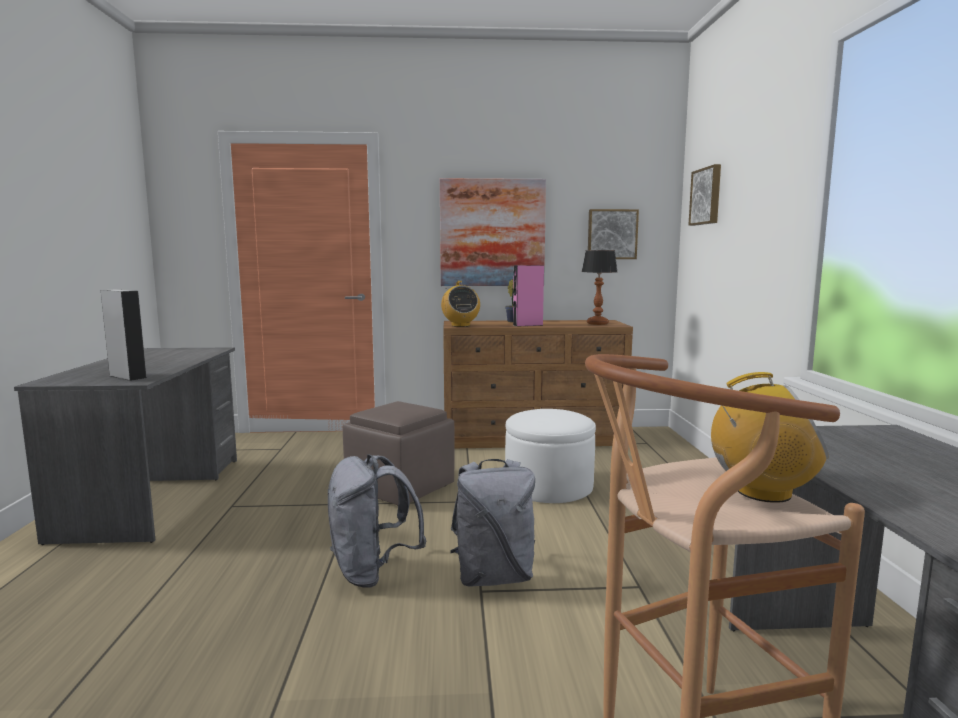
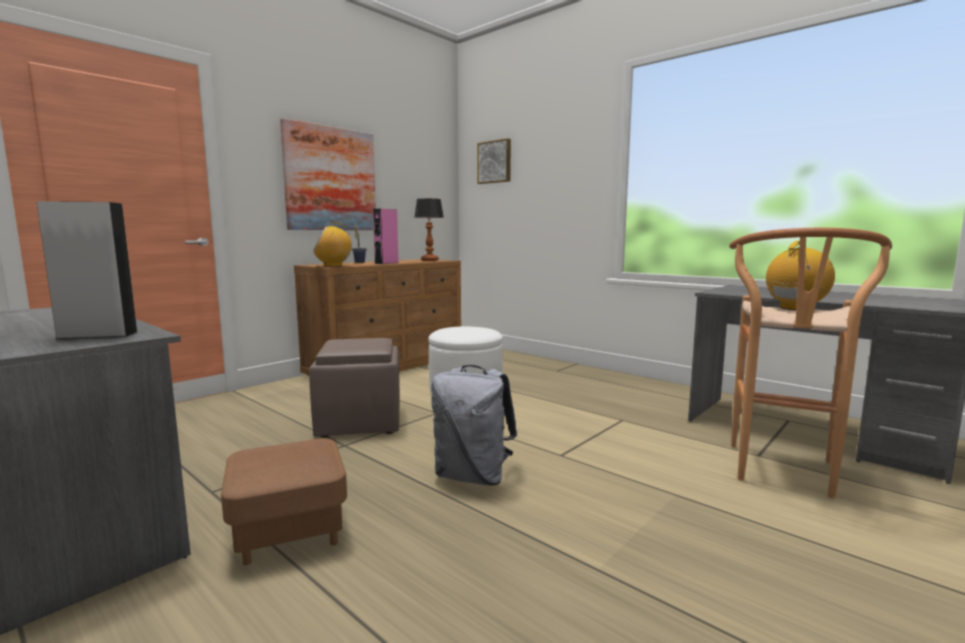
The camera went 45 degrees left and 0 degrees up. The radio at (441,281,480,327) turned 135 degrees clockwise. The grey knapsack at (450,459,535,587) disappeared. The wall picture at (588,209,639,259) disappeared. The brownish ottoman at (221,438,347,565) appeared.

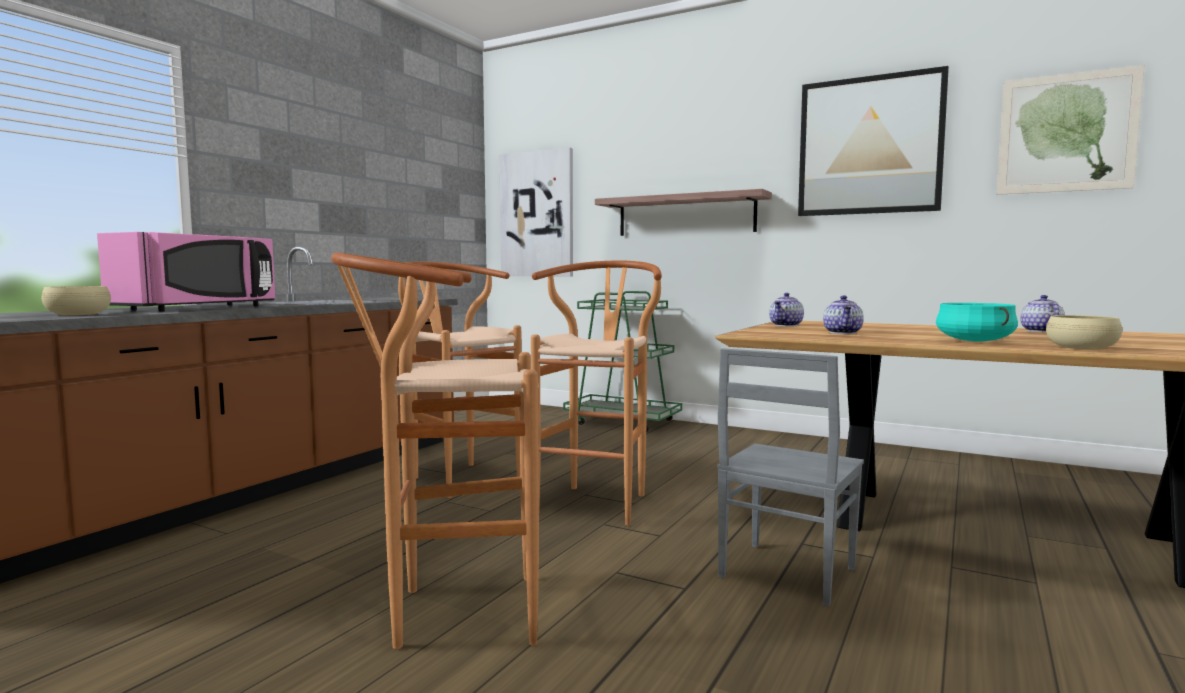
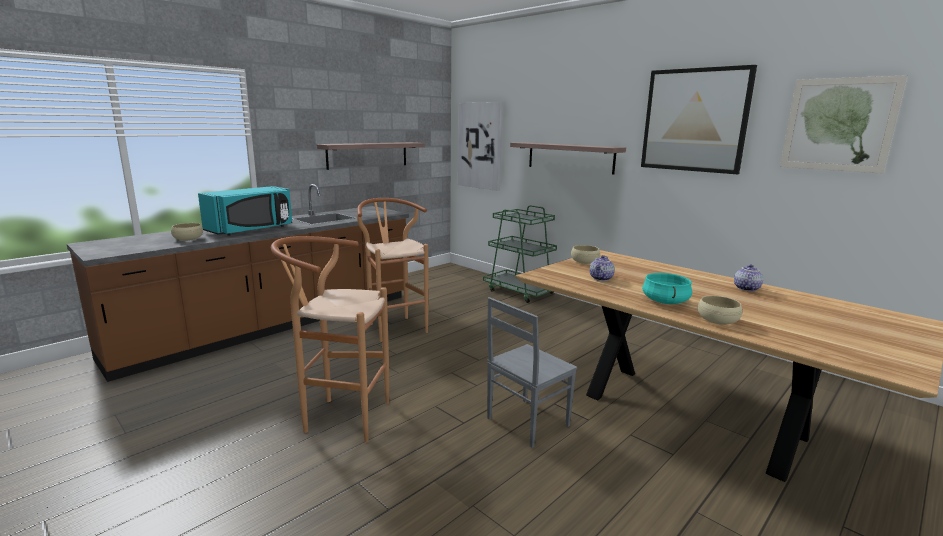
The camera went 15 degrees right and 10 degrees up. The pink-coloured microwave at (97,232,275,311) became the turquoise-coloured microwave at (198,186,292,235). The brownish stool at (531,260,662,526) disappeared. The teapot at (769,293,804,327) was replaced by the sand-coloured serving bowl at (571,245,600,264). The bracket shelf at (316,142,425,170) appeared.

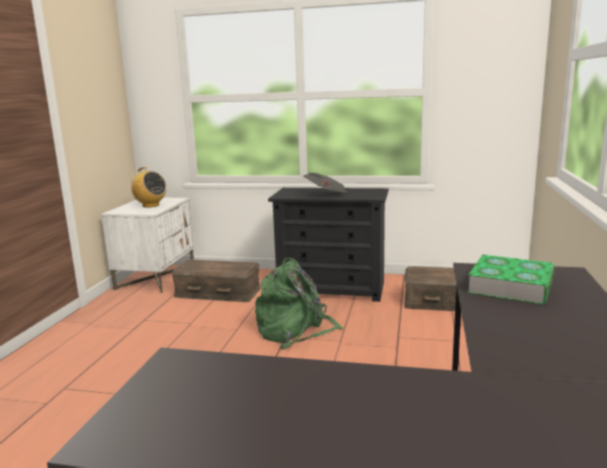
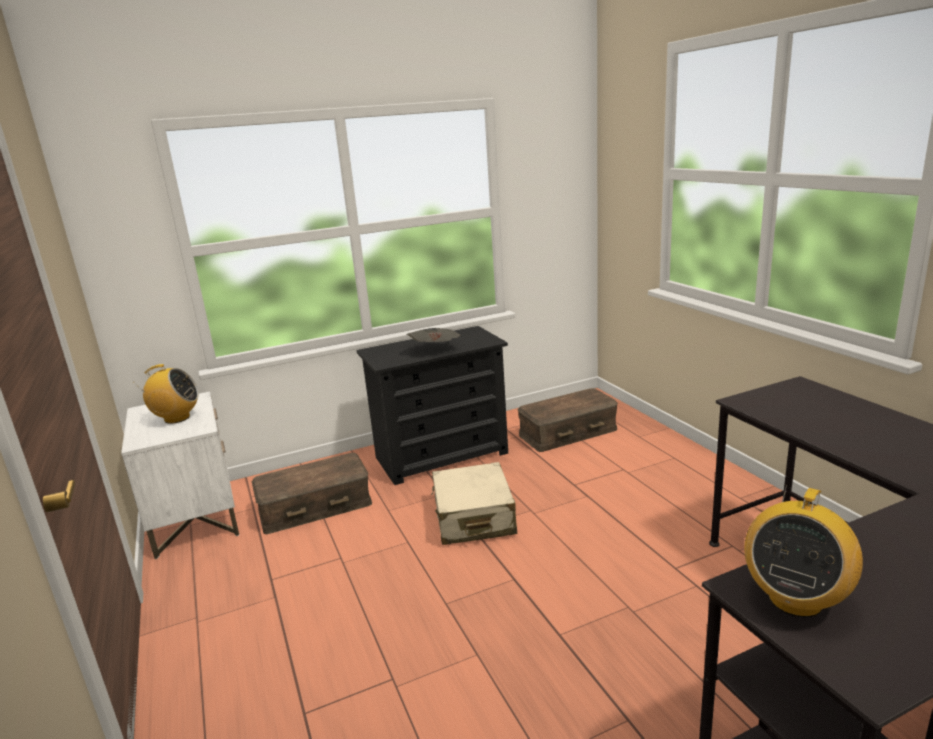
The camera went 35 degrees left and 5 degrees up. The greenish knapsack at (255,258,344,349) was replaced by the sand-coloured suitcase at (431,462,517,545). The book at (467,255,554,304) disappeared. The radio at (744,485,863,618) appeared.

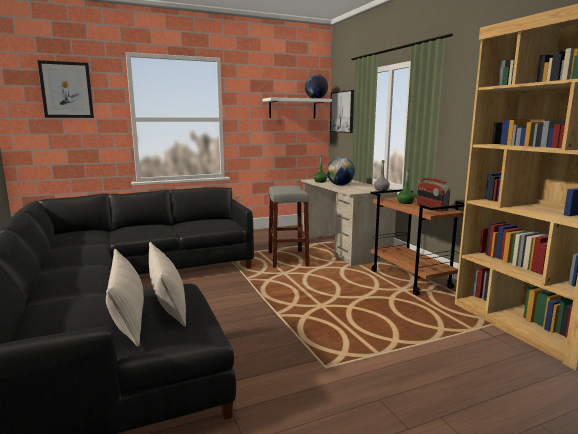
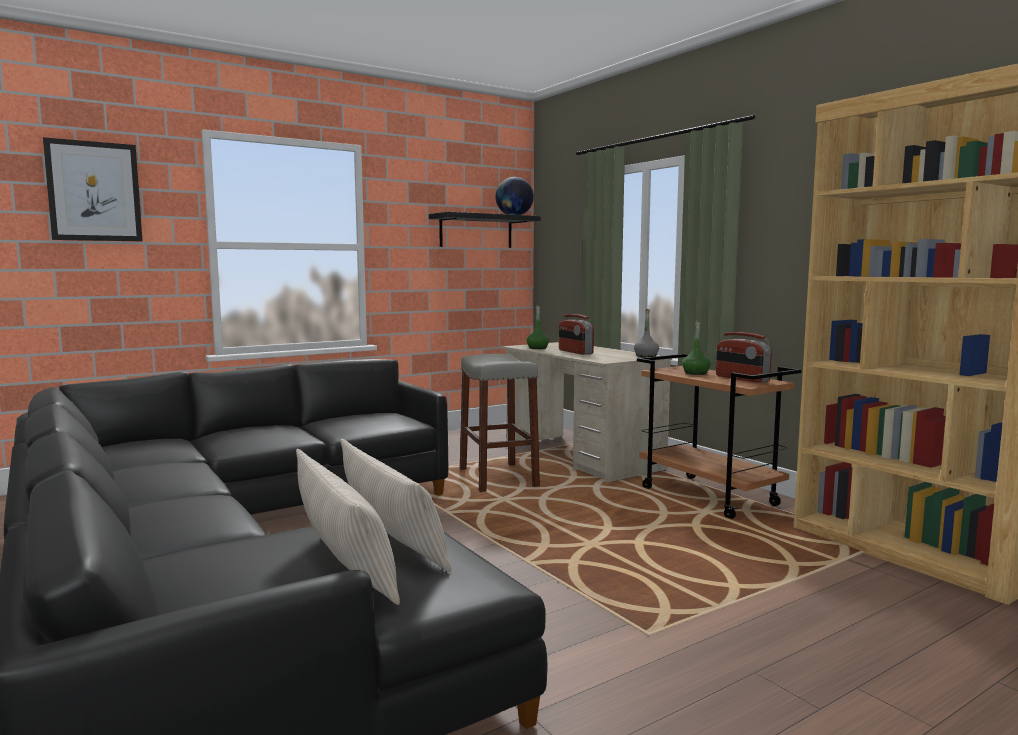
The camera went 10 degrees left and 5 degrees down. The whitish bracket shelf at (263,97,332,118) became the black-coloured bracket shelf at (429,212,541,248). The globe at (327,157,355,186) was replaced by the radio at (559,314,594,355). The wall picture at (330,90,354,133) disappeared.

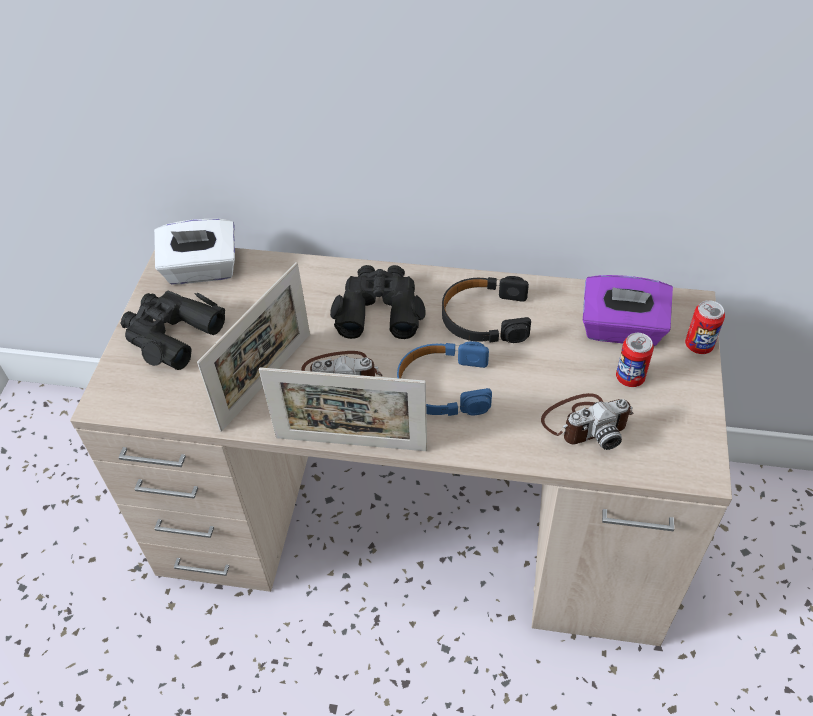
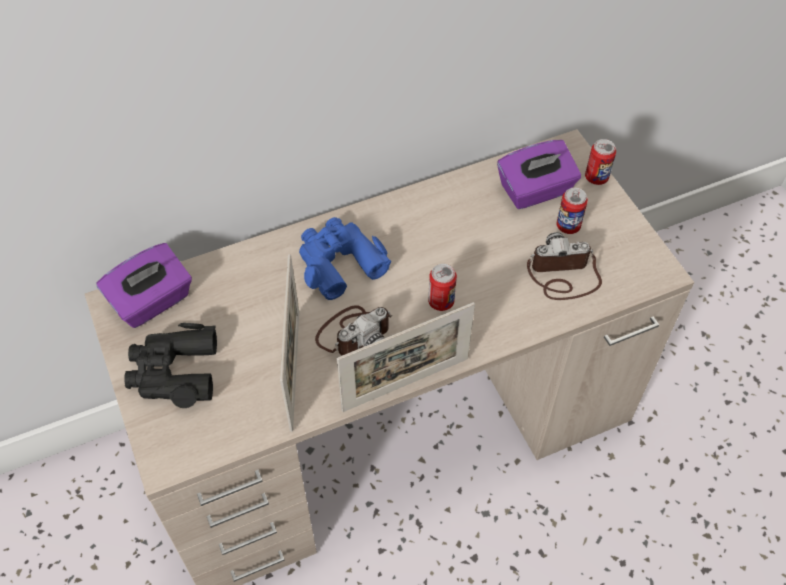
The camera went 35 degrees left and 5 degrees up. The whitish tissue box at (154,219,235,285) became the purple-coloured tissue box at (96,243,192,328). The black-coloured field glasses at (330,265,426,339) became the blue-coloured field glasses at (299,217,391,300). The blue-coloured headset at (397,341,492,416) was replaced by the can at (428,264,457,311). The black-coloured headset at (442,276,531,343) disappeared. The photo camera at (541,393,633,450) turned 135 degrees counterclockwise.

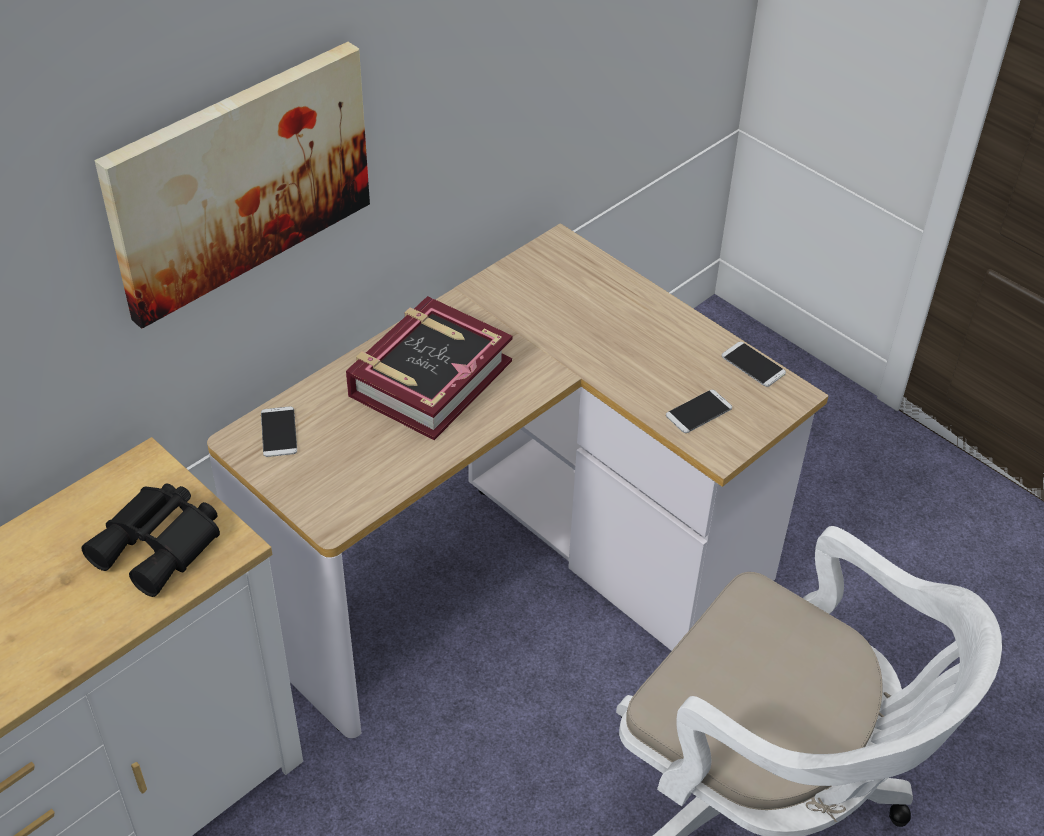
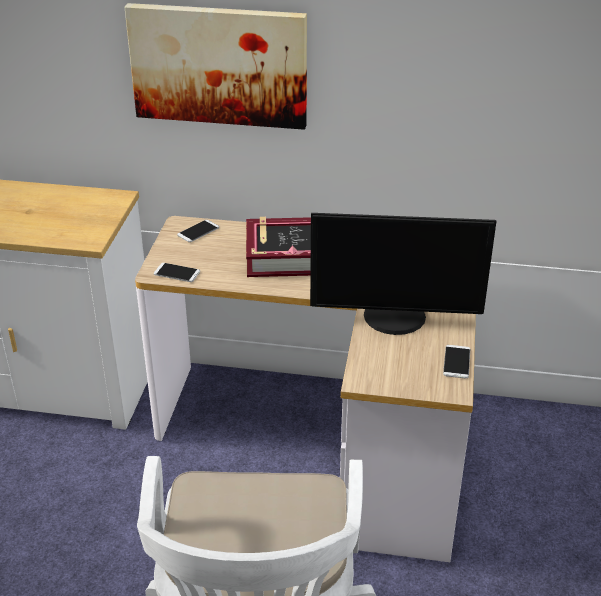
The camera went 55 degrees right and 10 degrees down. The black-coloured field glasses at (81,483,220,597) disappeared. The phone moved from (666,390,732,433) to (154,263,200,282). The computer display at (310,213,496,335) appeared.

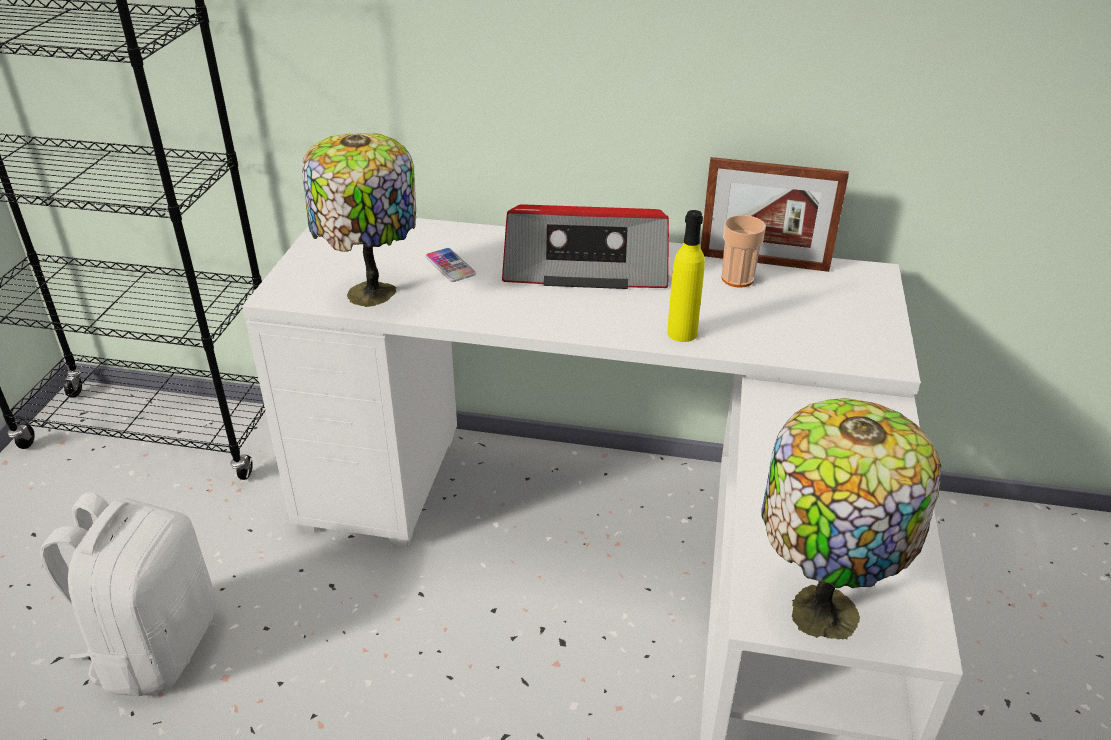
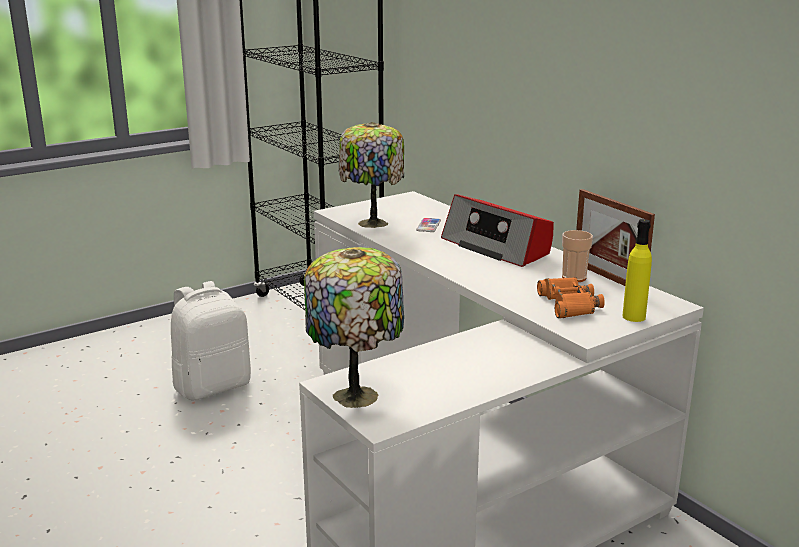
The camera went 45 degrees right and 15 degrees down. The yellow beverage bottle moved from (667,210,705,342) to (622,219,652,322). The orange-coloured field glasses at (537,277,605,318) appeared.

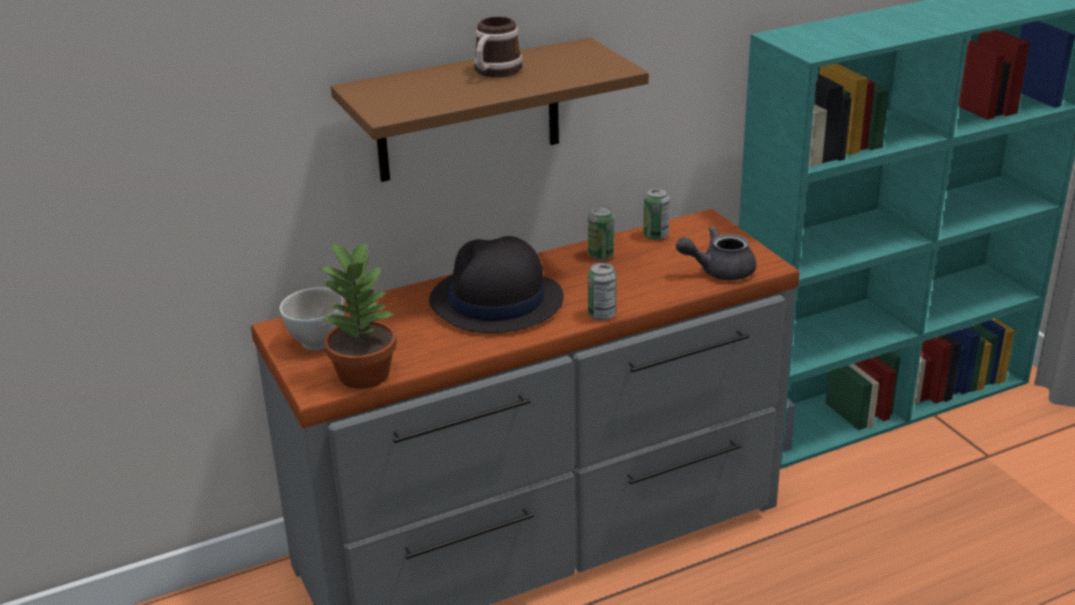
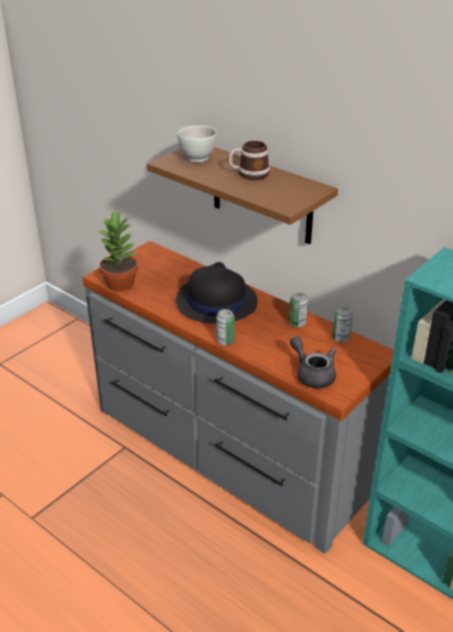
The camera went 65 degrees right and 5 degrees up. The whitish serving bowl moved from (280,287,345,350) to (177,125,217,162).

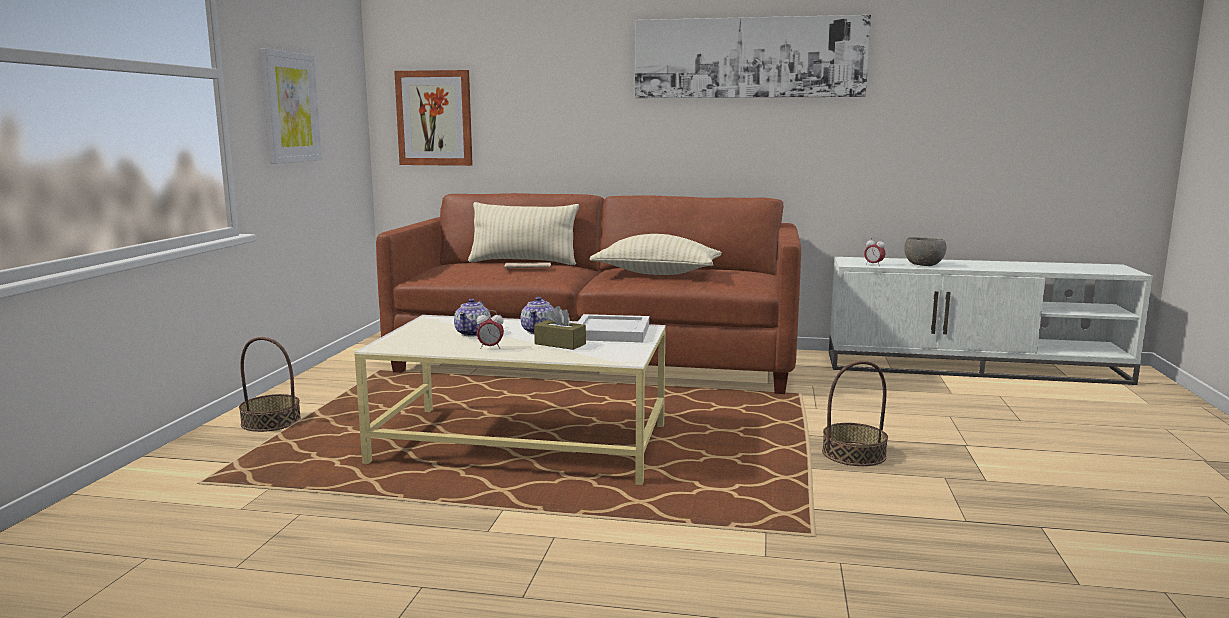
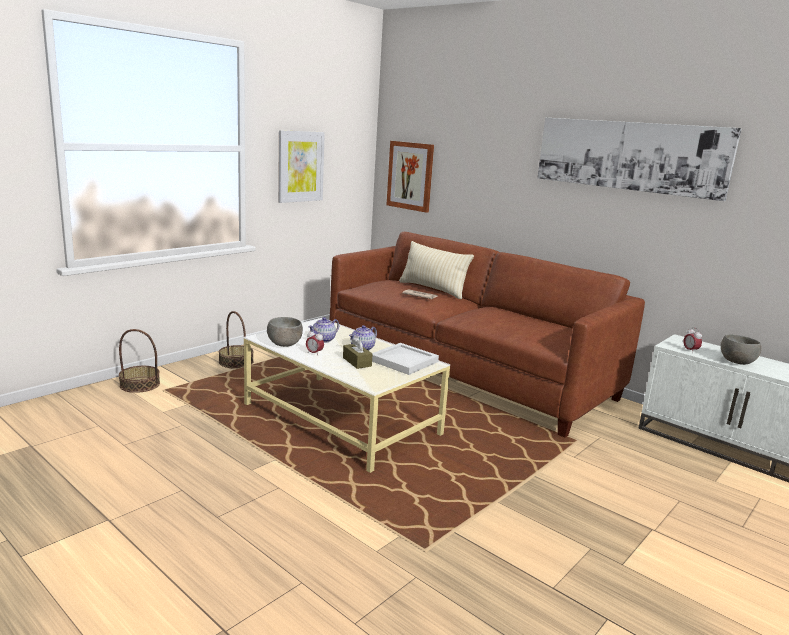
The camera went 30 degrees right and 5 degrees up. The sand-coloured throw pillow at (589,234,722,275) disappeared. The basket moved from (822,360,888,466) to (119,329,160,393). The grey serving bowl at (267,317,303,347) appeared.

